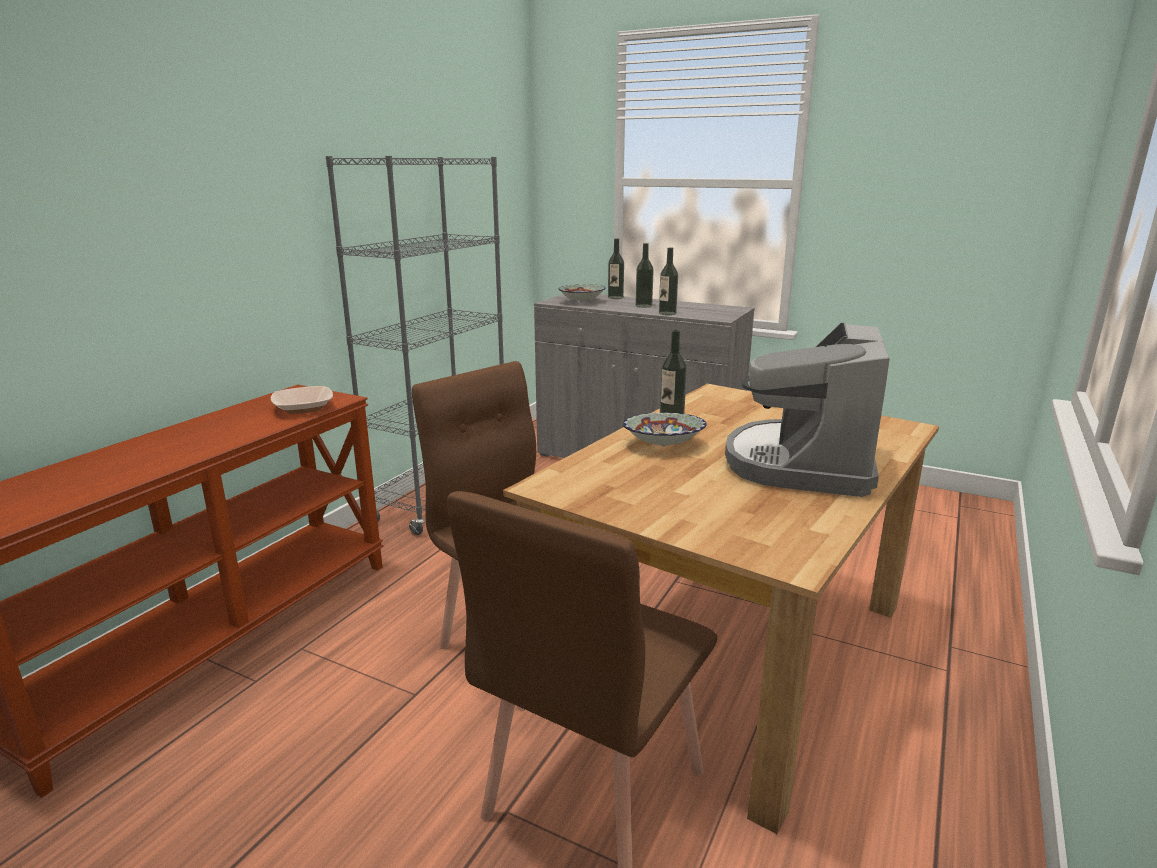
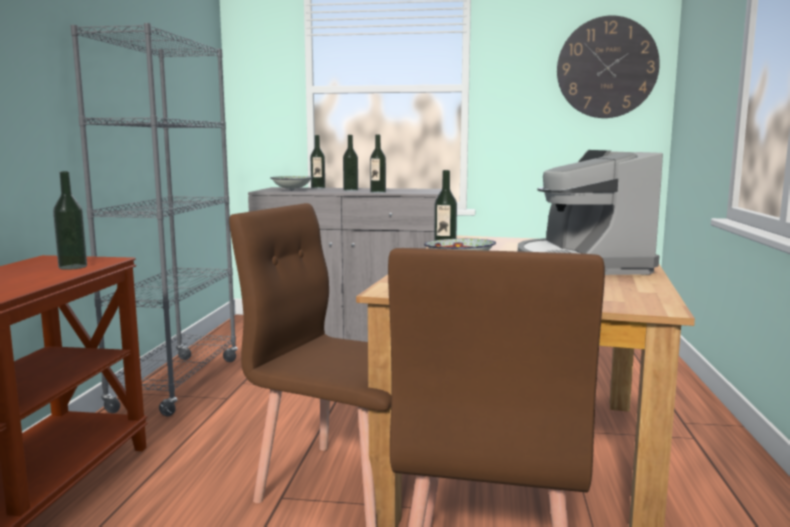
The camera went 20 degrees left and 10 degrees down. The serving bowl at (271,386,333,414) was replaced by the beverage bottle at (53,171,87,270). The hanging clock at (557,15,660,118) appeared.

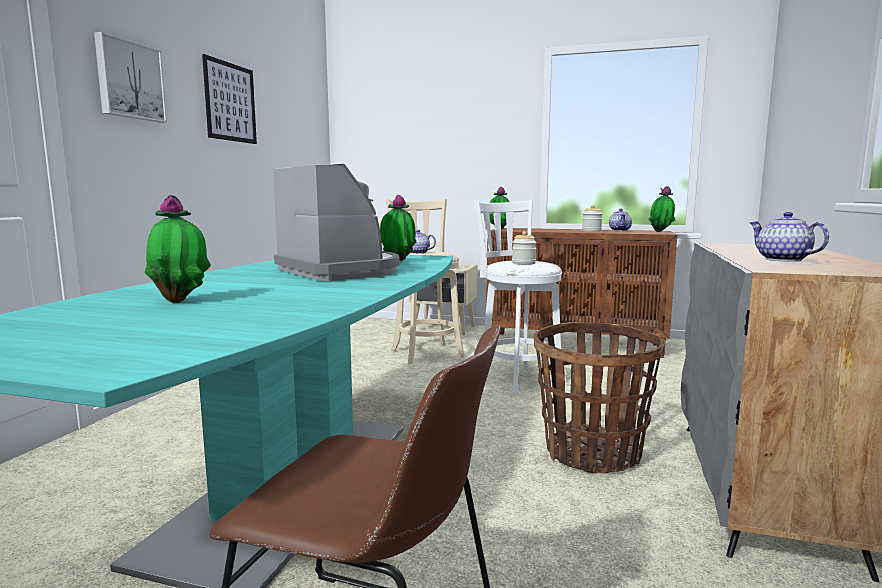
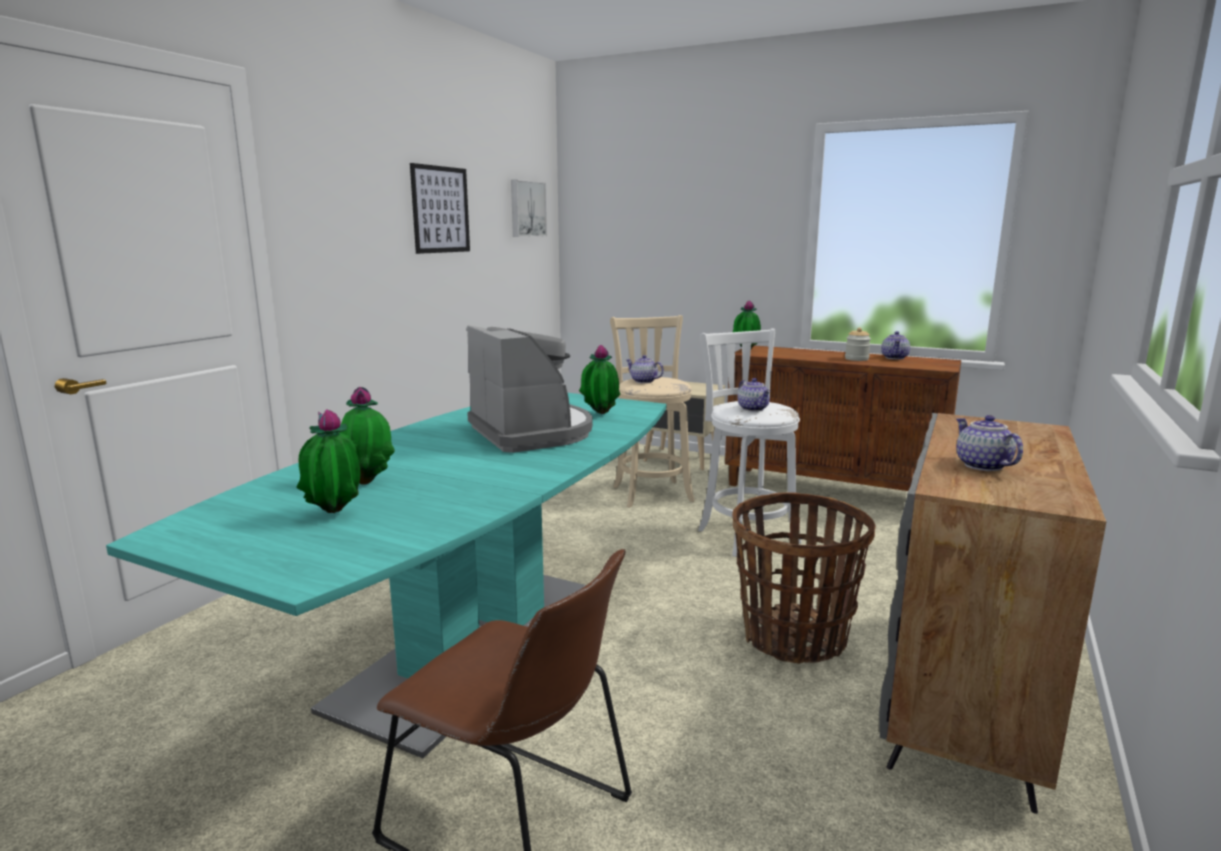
The camera went 10 degrees right and 5 degrees up. The wall picture moved from (94,32,167,123) to (511,179,547,237). The preserve jar at (512,231,536,265) was replaced by the teapot at (737,378,770,412). The plant in a pot moved from (649,186,675,232) to (297,409,361,513).

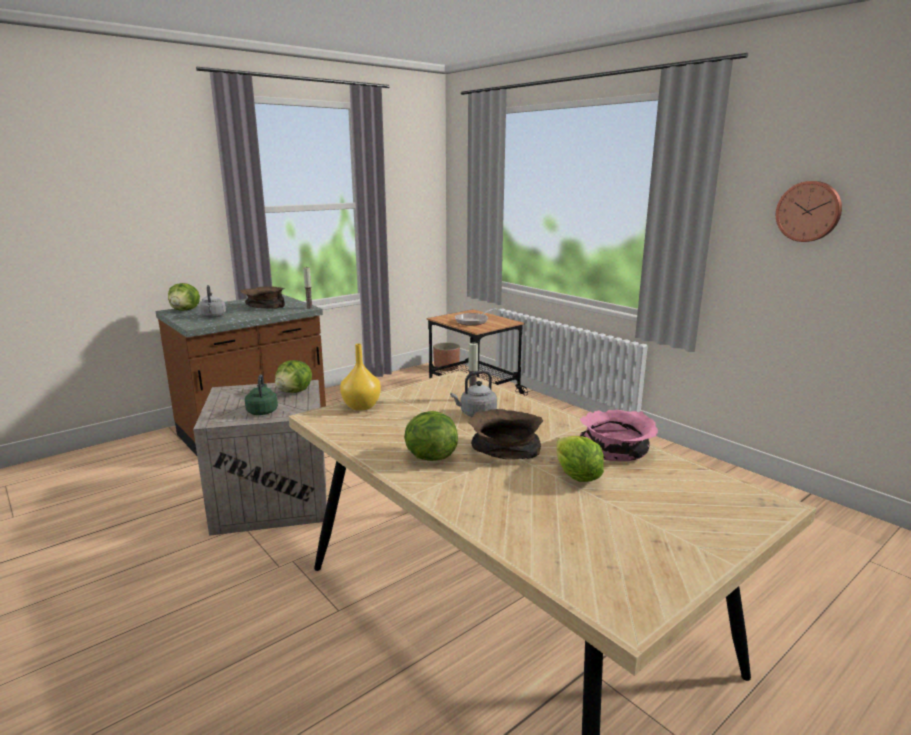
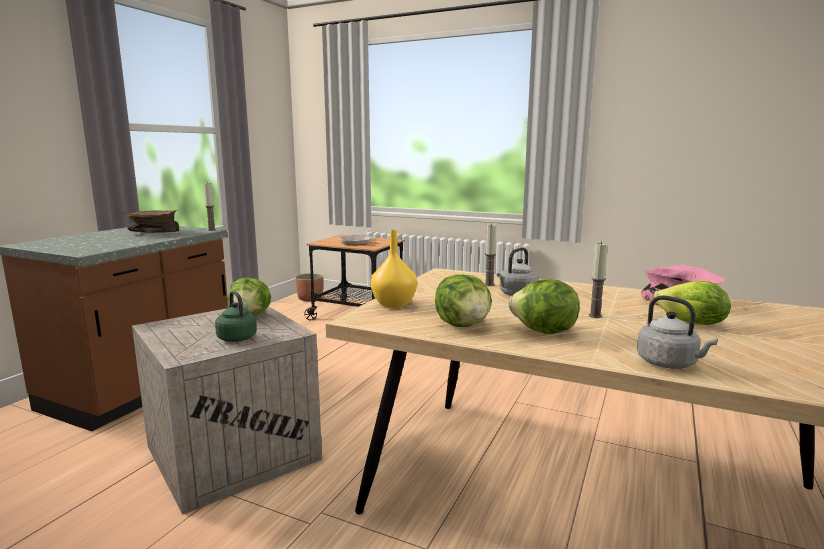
The camera went 25 degrees left and 5 degrees down. The lettuce head moved from (168,283,200,311) to (435,274,492,327). The grey tea kettle moved from (198,285,226,318) to (637,295,718,369). The brownish serving bowl at (467,409,543,459) was replaced by the wax light at (589,241,608,318). The hanging clock at (776,181,842,242) disappeared.

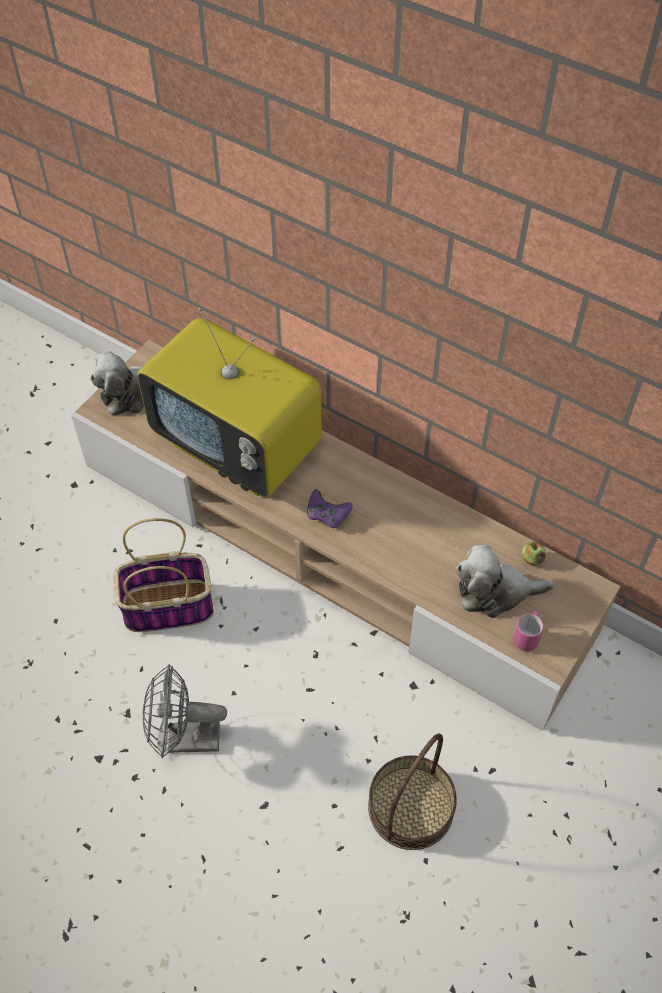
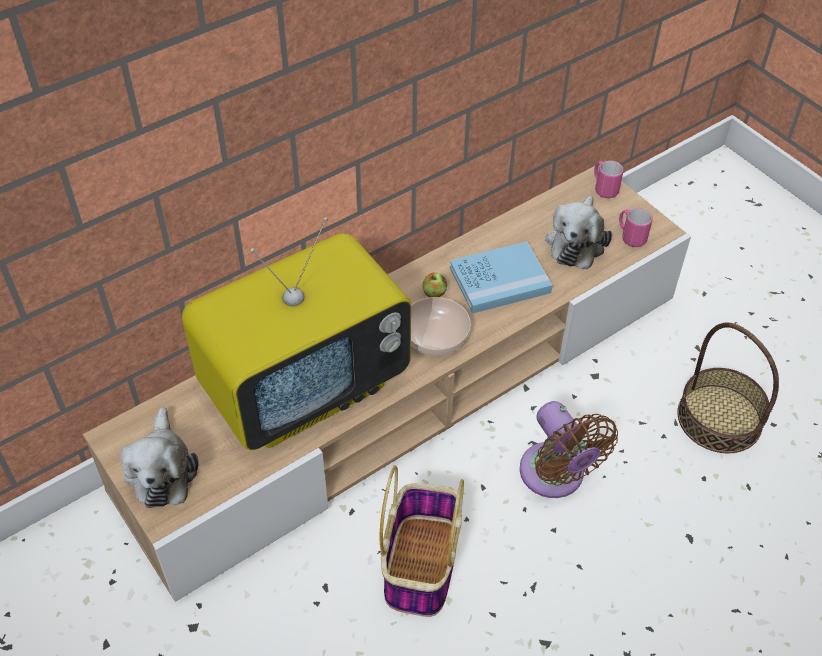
The camera went 70 degrees left and 5 degrees down. The grey electric fan at (143,664,227,758) disappeared. The purple-coloured joypad at (307,489,353,528) was replaced by the serving bowl at (411,297,471,355). The apple moved from (522,542,546,565) to (422,272,447,297). The blue-coloured book at (450,241,553,314) appeared. The brownish electric fan at (520,401,618,498) appeared. The pink-coloured coffee mug at (594,160,624,198) appeared.

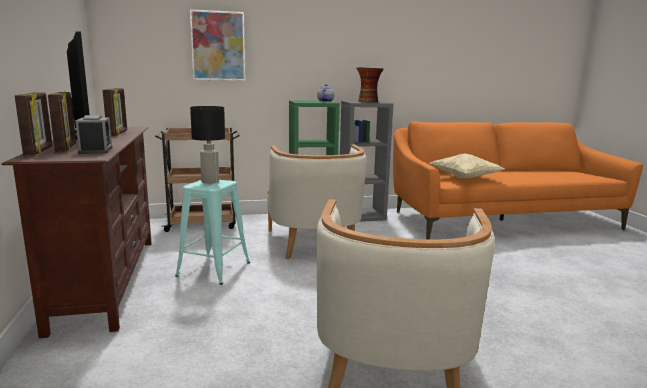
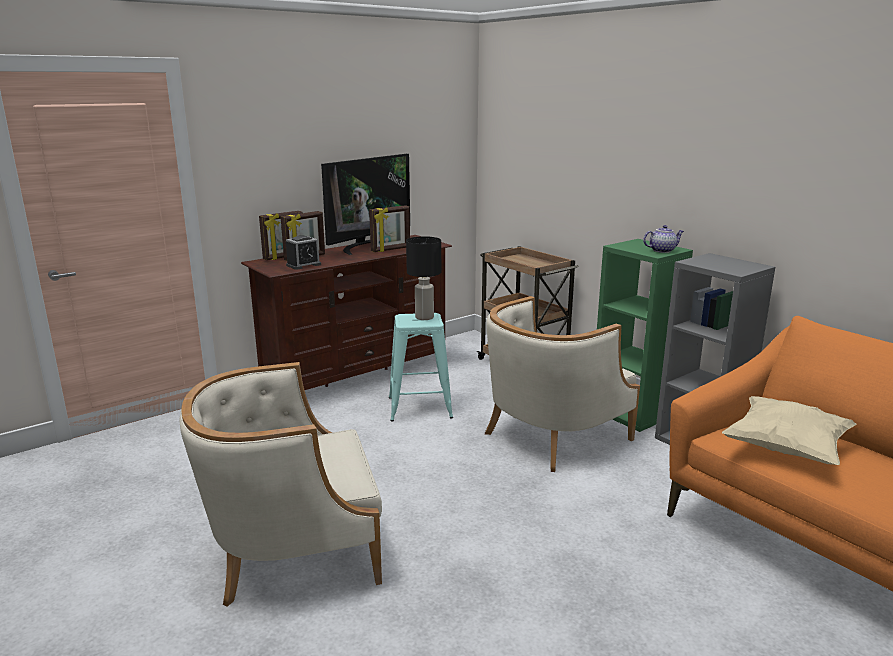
The camera went 65 degrees right and 5 degrees up. The wall picture at (190,10,245,81) disappeared. The decorative vase at (356,67,384,102) disappeared.

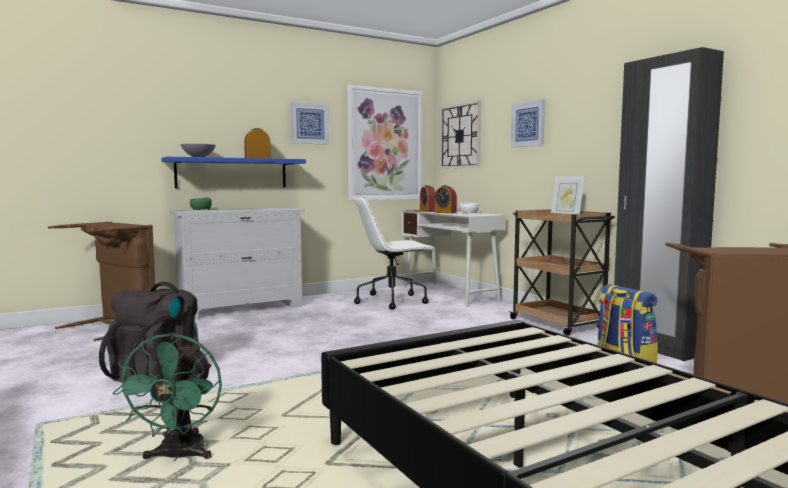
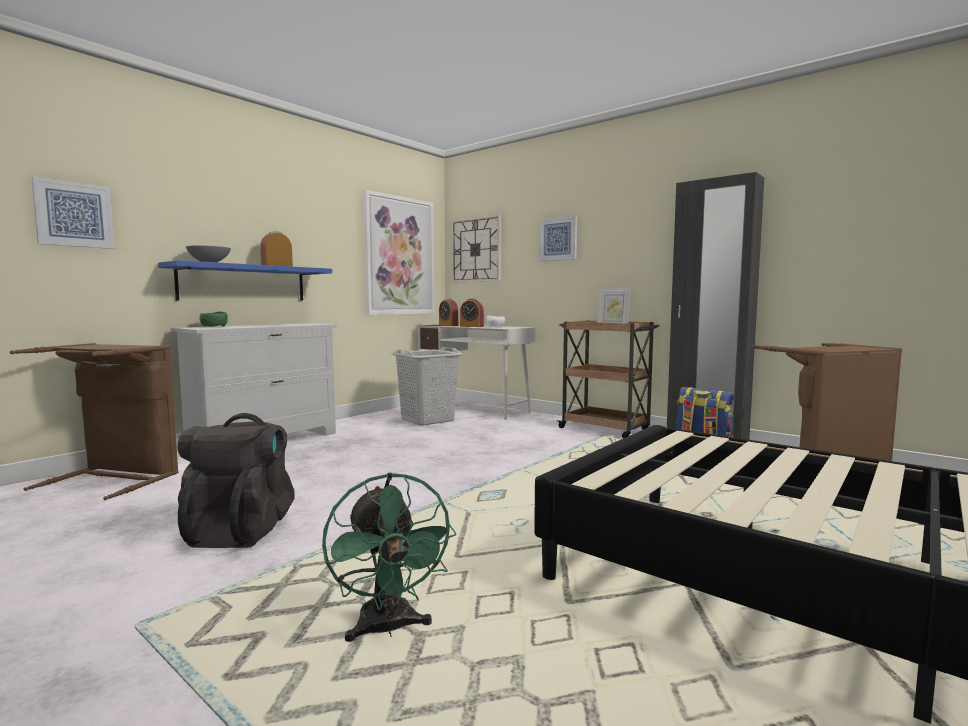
The camera went 20 degrees left and 0 degrees up. The wall picture moved from (290,102,329,145) to (32,177,115,249). The whitish office chair at (354,196,435,310) was replaced by the grey laundry basket at (391,347,463,426).

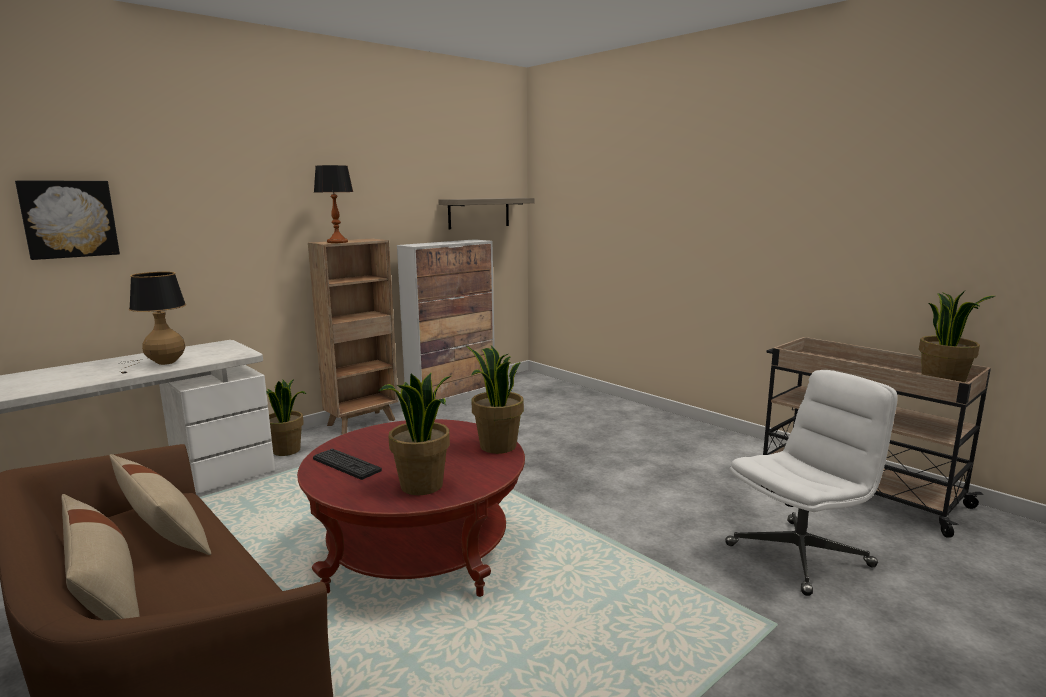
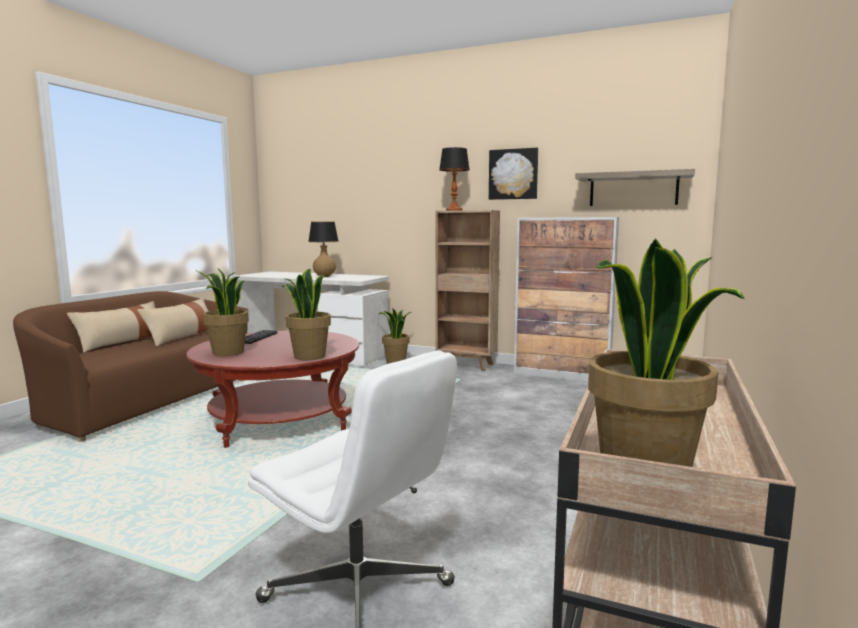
The camera went 65 degrees right and 5 degrees down. The wall picture moved from (15,181,120,260) to (489,148,538,200).

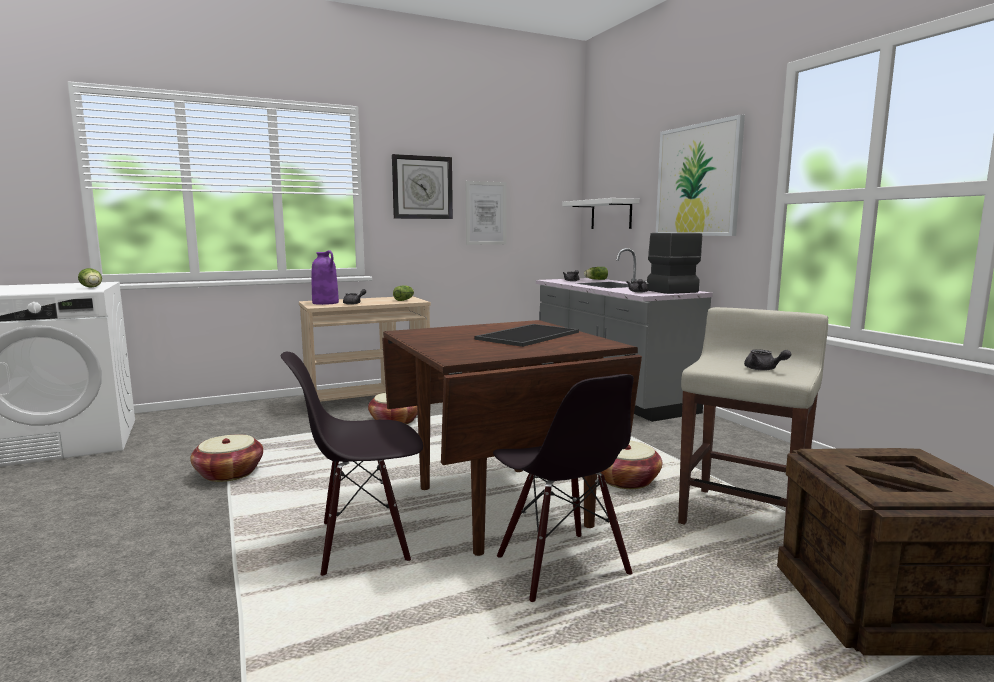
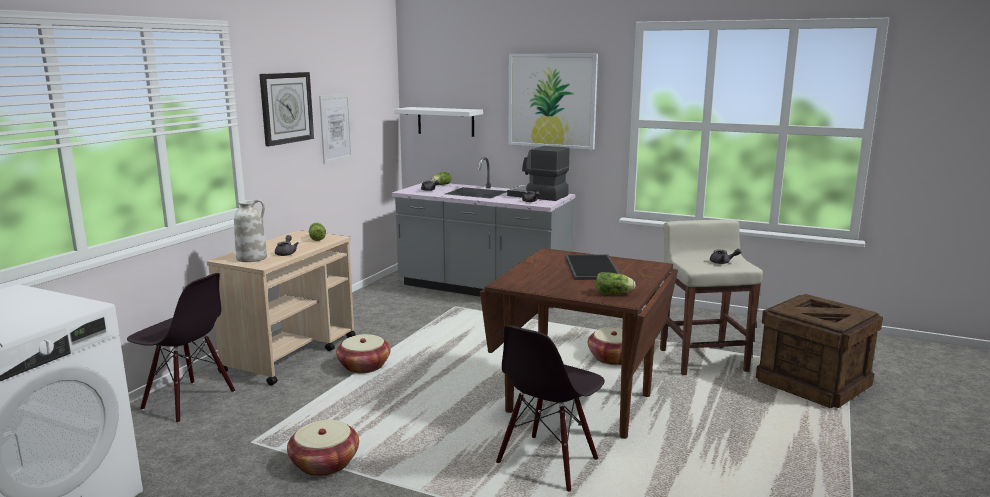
The camera went 40 degrees left and 5 degrees up. The lettuce head moved from (78,268,102,288) to (595,272,636,294). The purple-coloured decorative vase at (312,250,339,305) became the whitish decorative vase at (234,199,267,262). The black-coloured plain chair moved from (493,374,634,602) to (127,273,235,423).

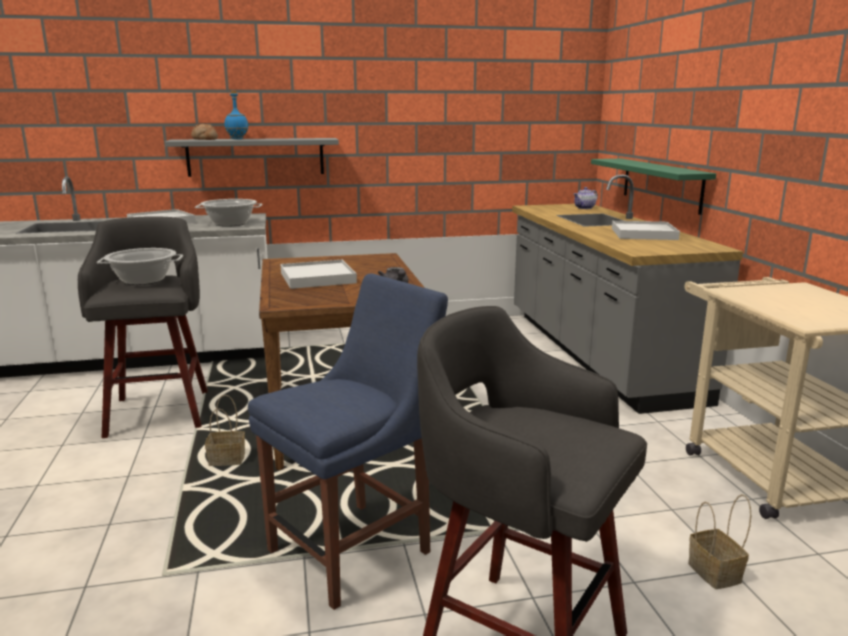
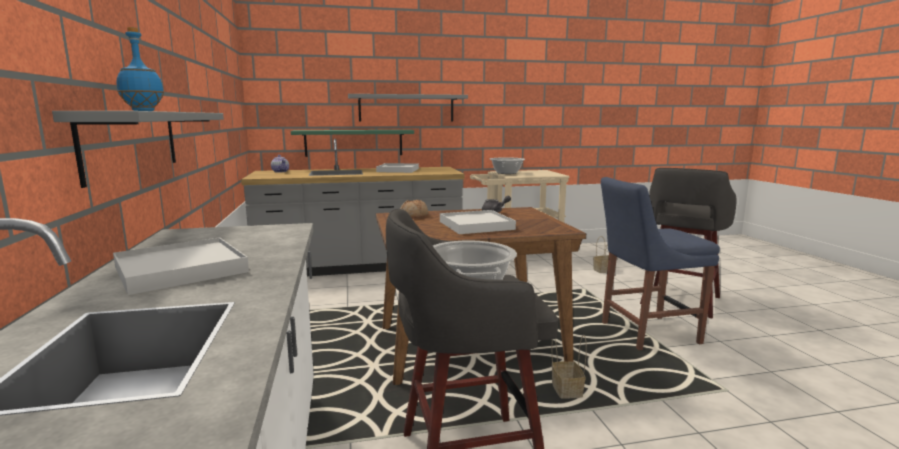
The camera went 90 degrees left and 5 degrees down. The baked bread moved from (191,124,218,140) to (400,200,428,218). The stockpot moved from (195,199,262,227) to (490,157,525,174). The blue-coloured plain chair at (248,273,448,610) turned 60 degrees counterclockwise. The grey bracket shelf at (348,94,468,122) appeared.

